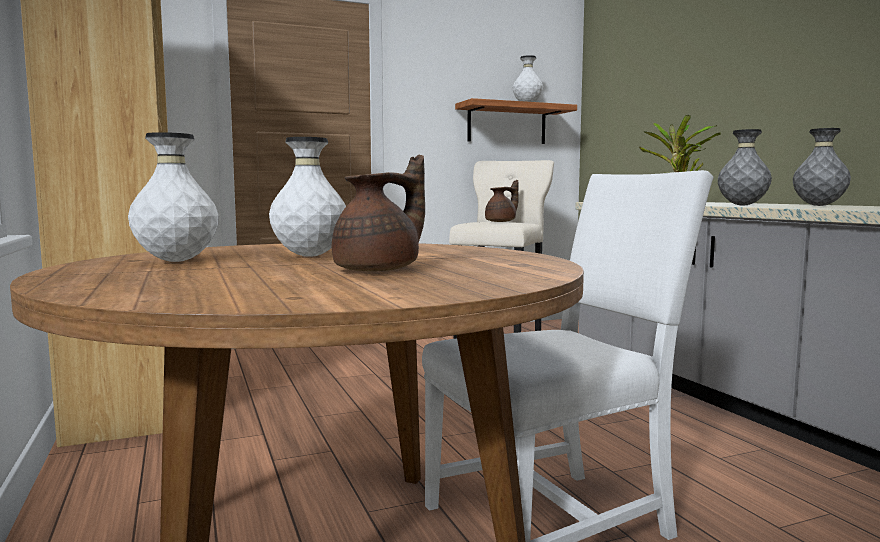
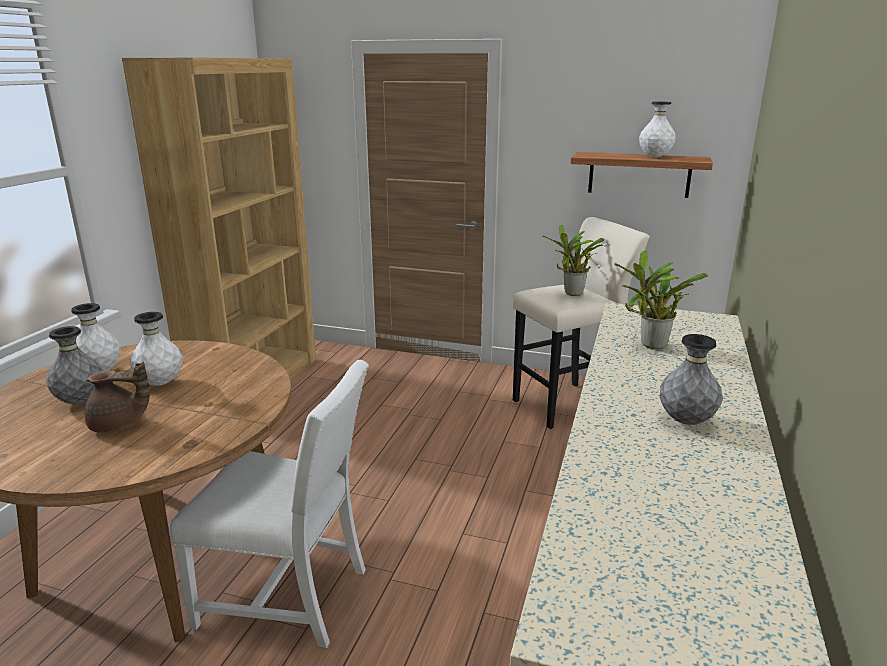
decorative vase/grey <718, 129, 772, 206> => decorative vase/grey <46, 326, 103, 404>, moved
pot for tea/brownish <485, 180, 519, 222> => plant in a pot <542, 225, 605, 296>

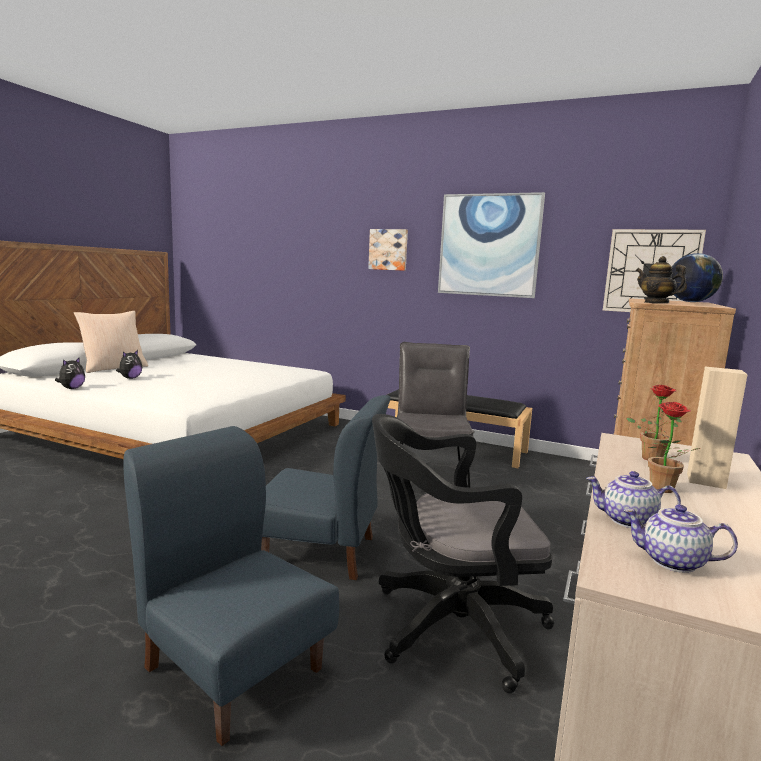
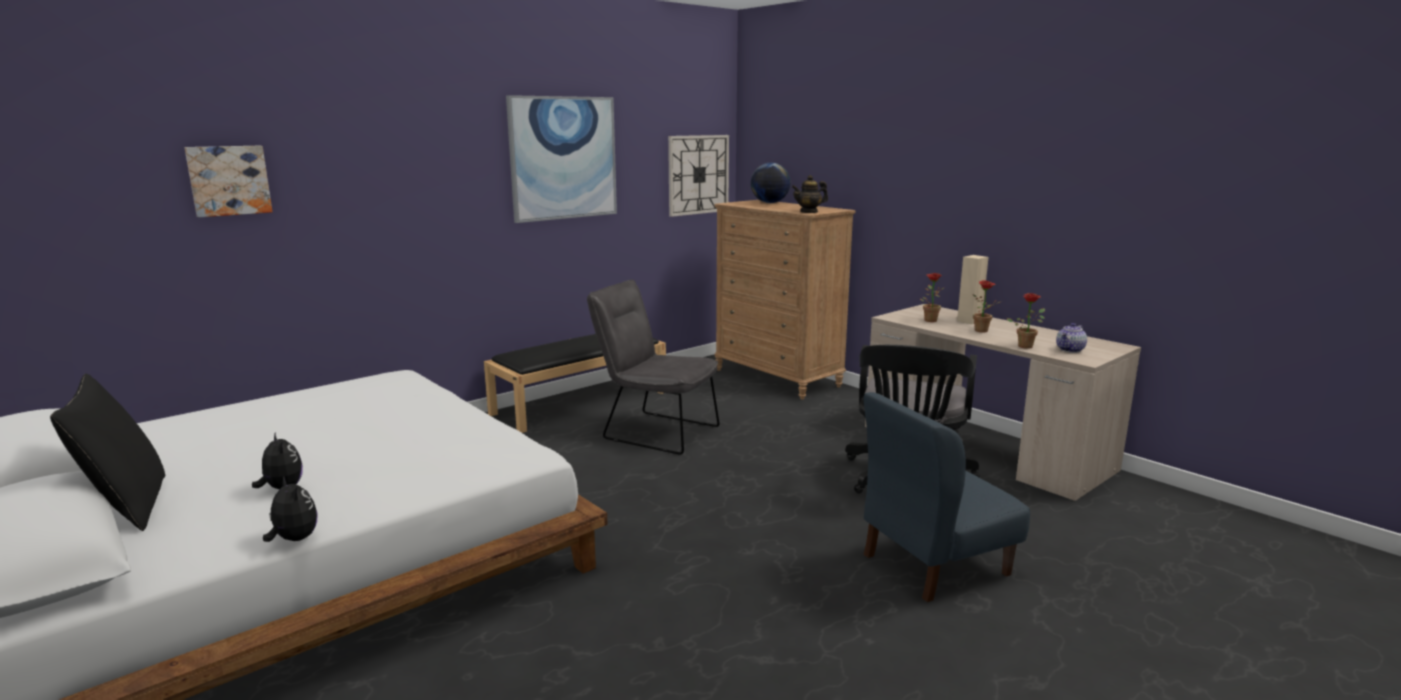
cushion/beige-coloured <74, 311, 148, 373> => cushion/blackish <50, 374, 165, 531>
wall picture <368, 229, 408, 271> => wall picture <185, 146, 273, 217>, moved
pot for tea <586, 471, 681, 528> => plant in a pot <1007, 293, 1045, 349>
plain chair/blue-coloured <261, 395, 390, 580> => nothing

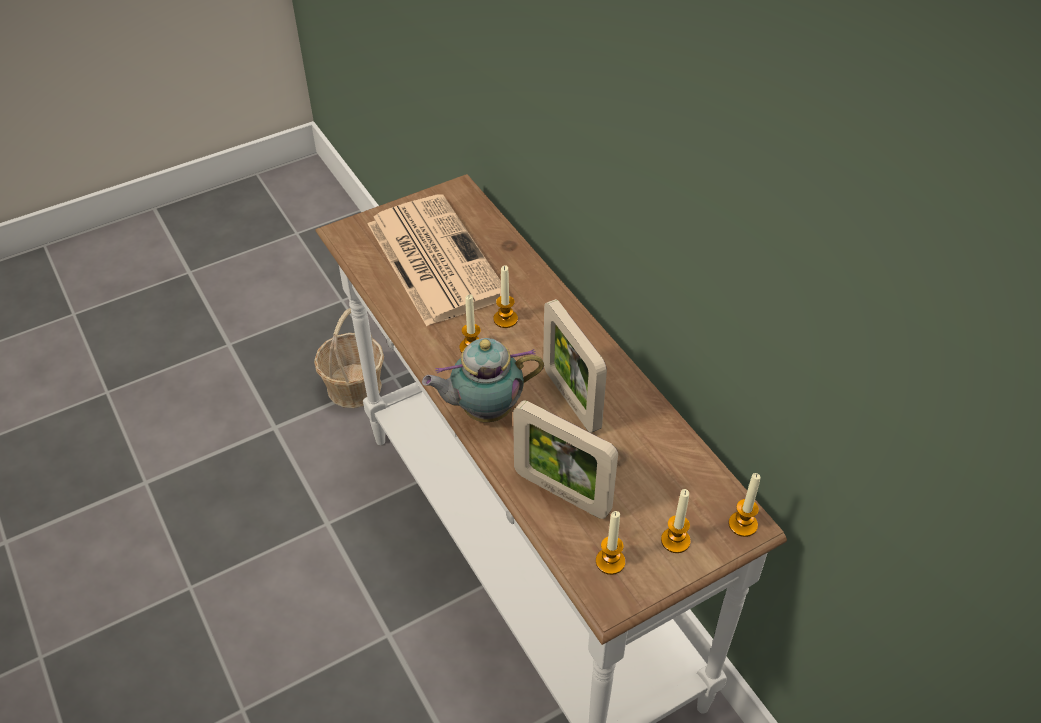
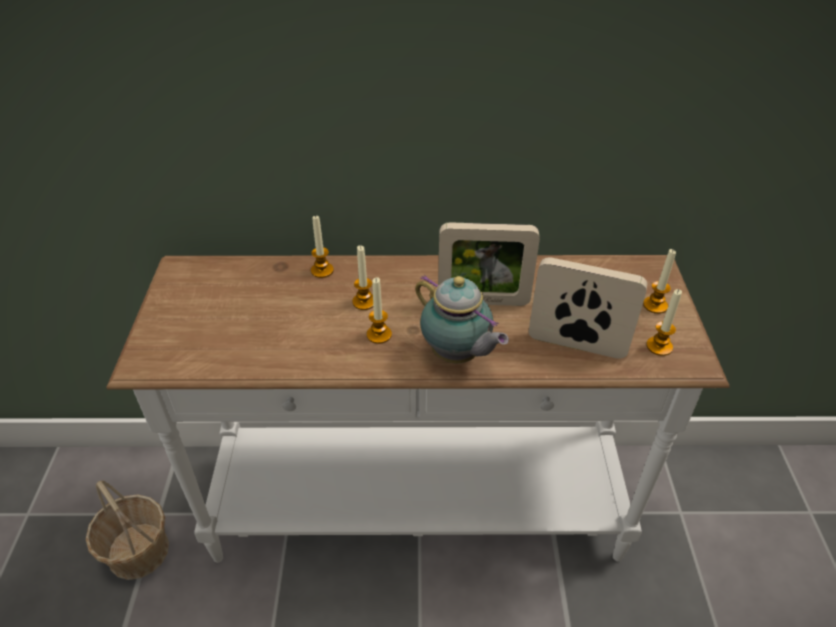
wax candle <728, 473, 761, 537> => wax candle <311, 215, 334, 278>, moved
pot for tea <422, 338, 544, 422> => pot for tea <415, 275, 509, 363>, 60 degrees counterclockwise
standing frame <513, 400, 618, 519> => standing frame <529, 257, 647, 359>, 135 degrees counterclockwise
printed paper <368, 194, 501, 326> => nothing

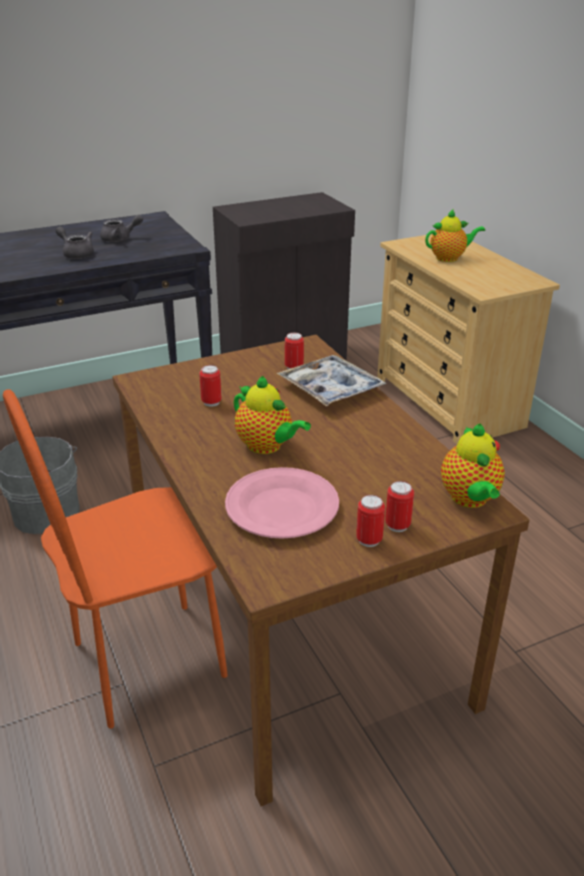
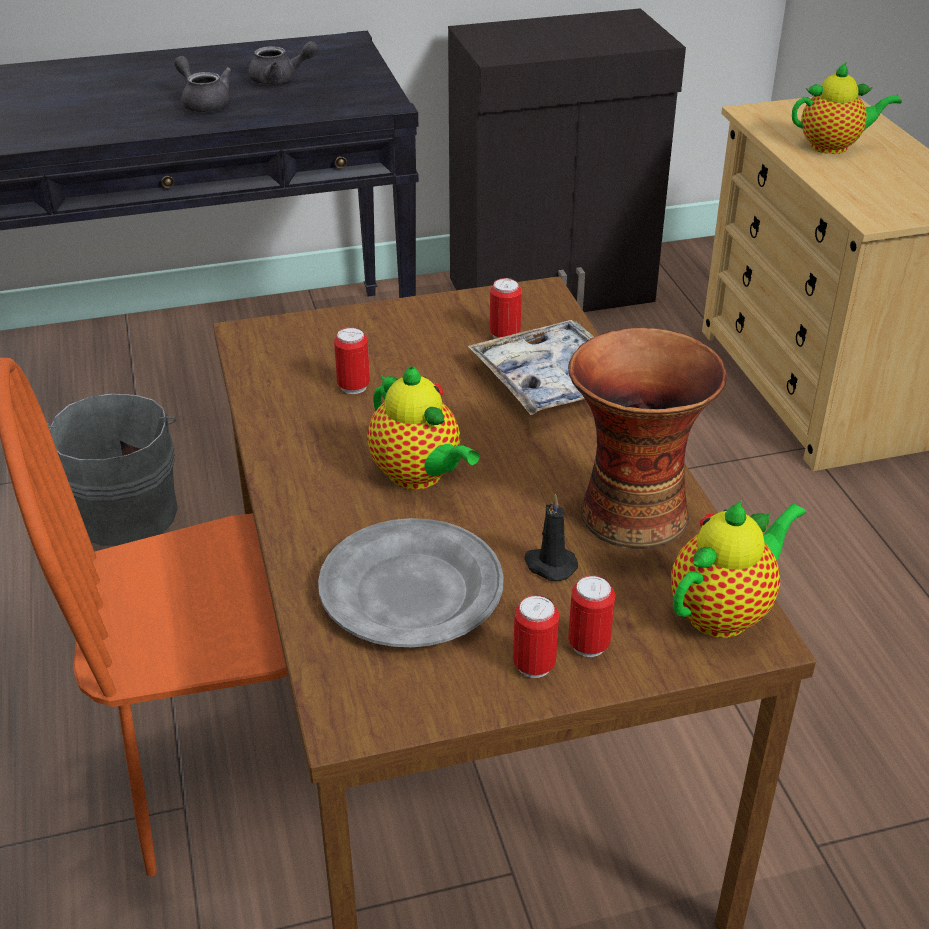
flat dish/pinkish <225, 467, 339, 539> => flat dish/grey <318, 518, 504, 647>
nothing => wax candle/blackish <524, 494, 578, 581>
nothing => decorative vase <568, 328, 727, 549>
pot for tea <441, 423, 505, 508> => pot for tea <671, 500, 806, 638>, 135 degrees counterclockwise

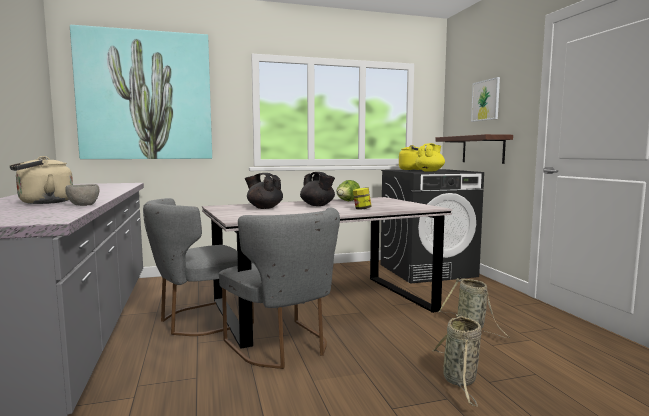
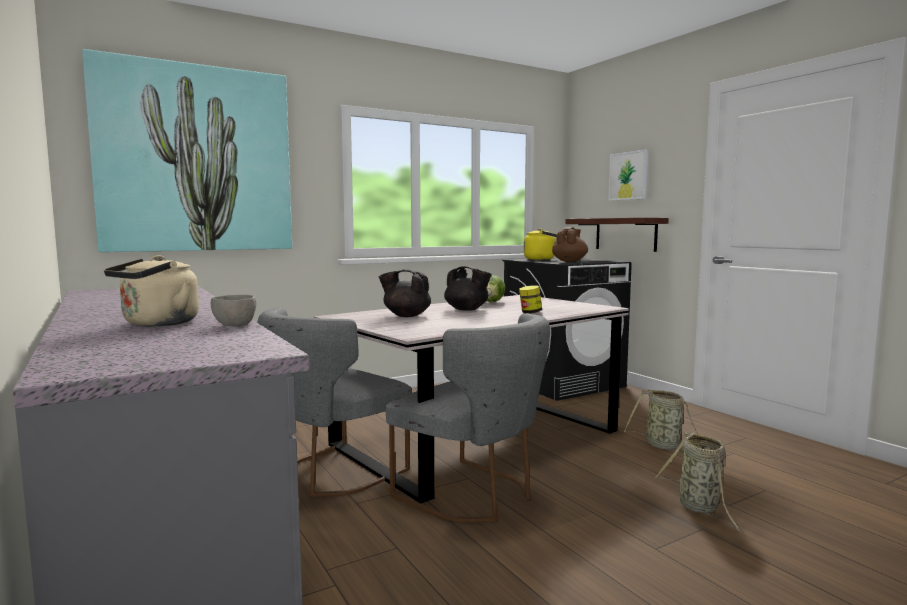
pot for tea/yellow <415, 143, 445, 172> => pot for tea/brownish <552, 227, 588, 262>

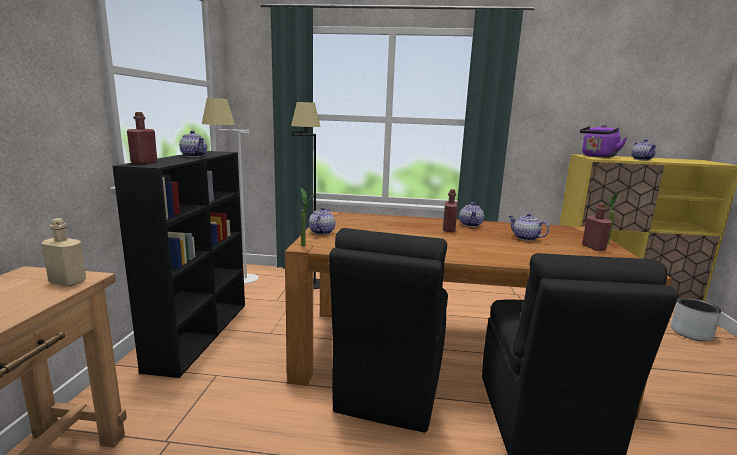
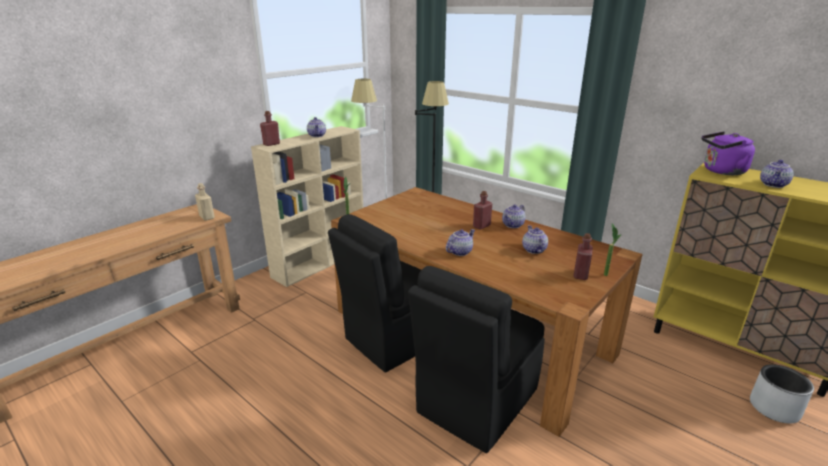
shelving unit/blackish <113, 151, 245, 378> => shelving unit/beige-coloured <251, 126, 363, 287>
pot for tea <309, 207, 335, 235> => pot for tea <446, 229, 475, 256>, moved

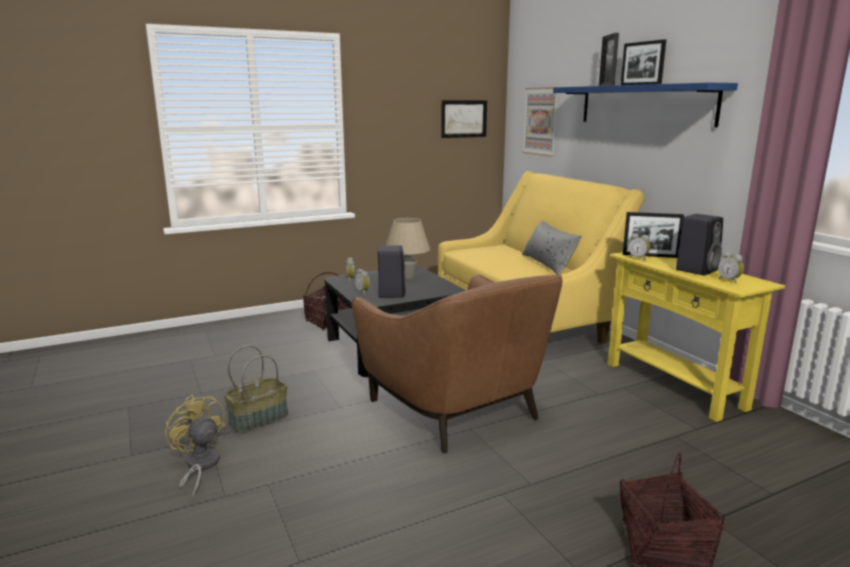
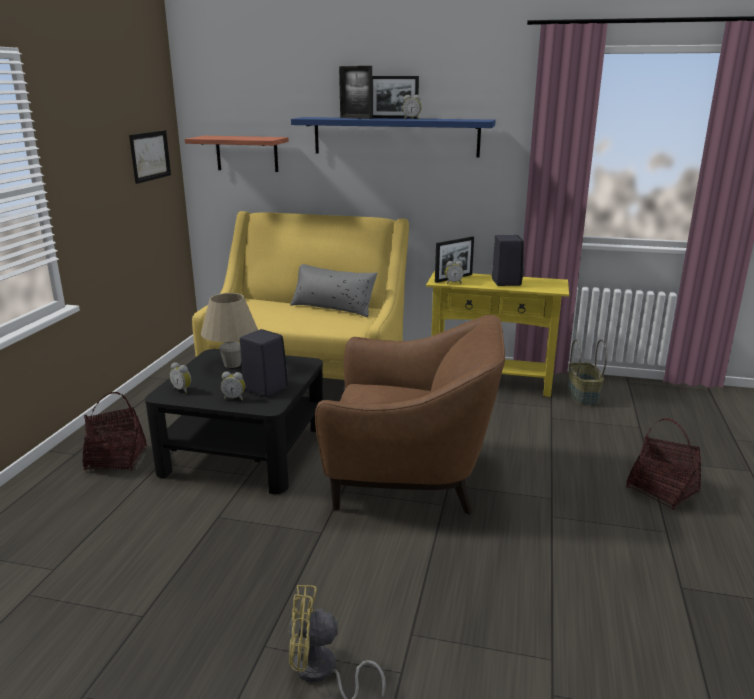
wall picture <522, 87, 557, 157> => shelf <185, 136, 289, 172>
bedside clock <718, 252, 744, 284> => bedside clock <403, 95, 422, 120>, moved
storage basket <224, 345, 288, 433> => storage basket <567, 339, 607, 405>, moved

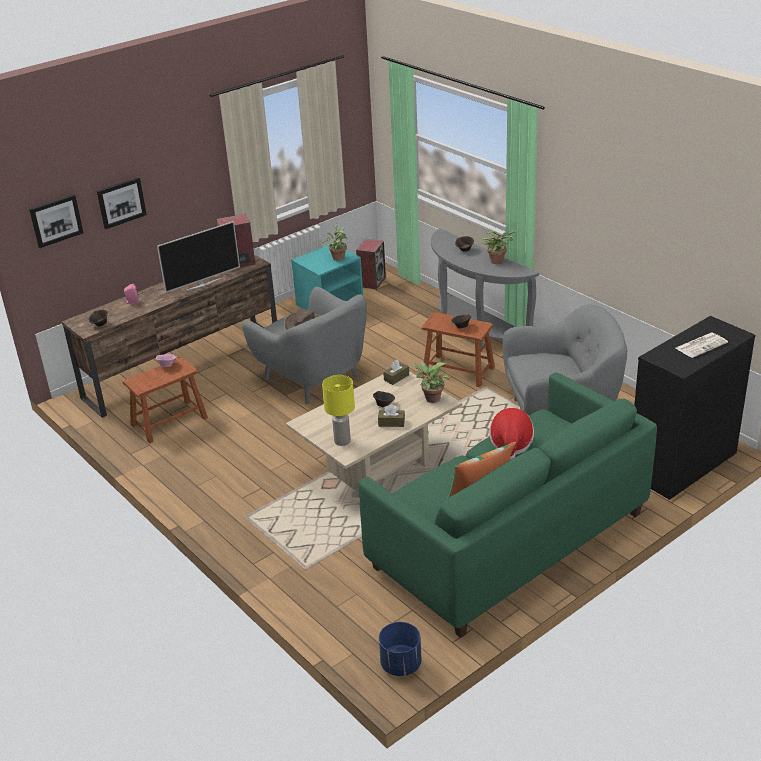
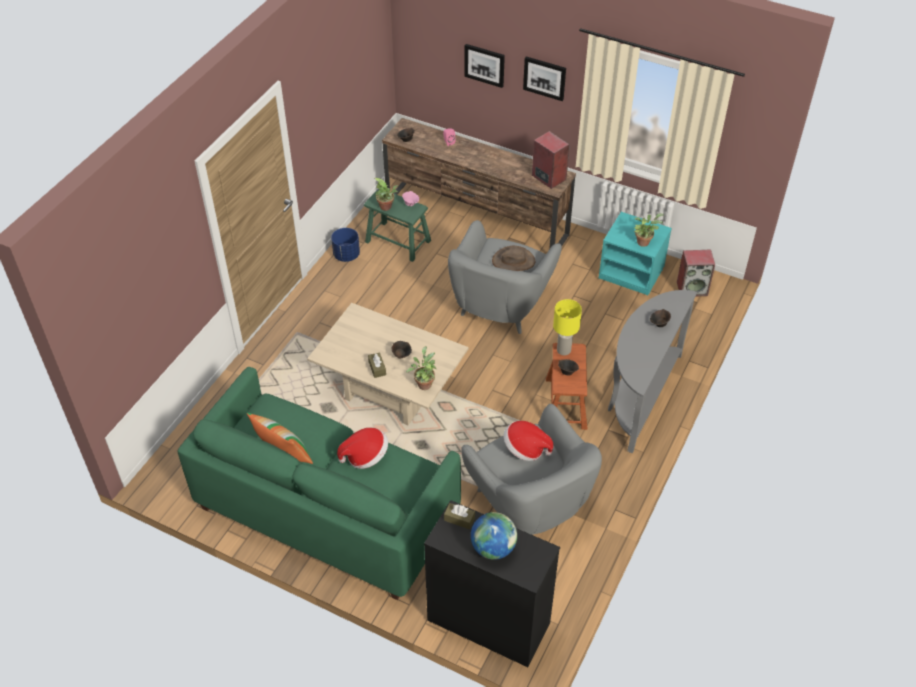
planter/blue-coloured <379, 622, 421, 676> => planter/blue-coloured <331, 228, 360, 262>, moved
stool seat/brownish <123, 358, 208, 443> => stool seat/green <364, 189, 431, 262>
plant in a pot <482, 230, 517, 264> => plant in a pot <375, 178, 398, 211>, moved
tissue box/brownish <383, 360, 409, 385> => tissue box/brownish <444, 503, 475, 529>, moved
printed paper <676, 333, 728, 358> => world globe <471, 512, 517, 560>
nothing => clothing hat <504, 421, 553, 461>
wall picture <29, 194, 84, 248> => wall picture <523, 56, 566, 101>, moved
table lamp/yellow <322, 375, 355, 446> => table lamp/yellow <553, 299, 582, 355>, moved
television <157, 221, 240, 293> => nothing

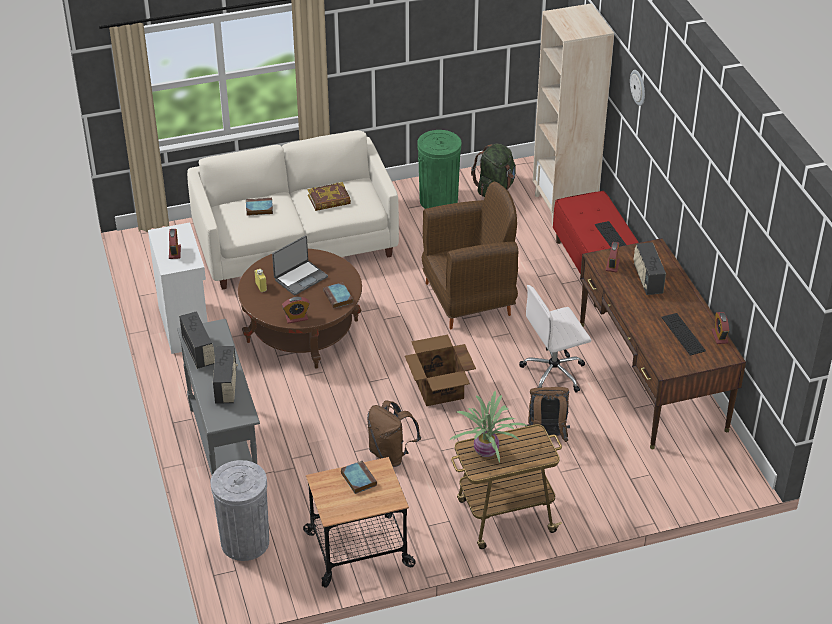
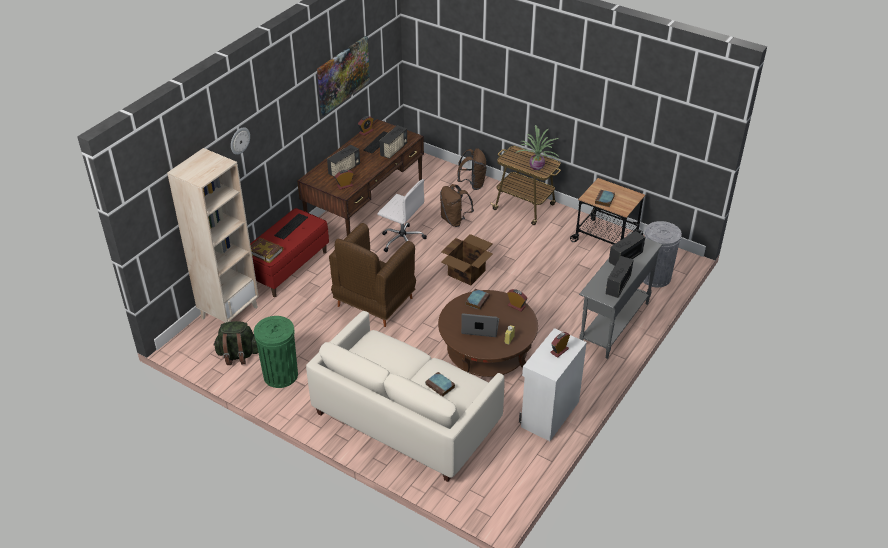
book <308, 182, 351, 211> => book <251, 238, 284, 263>, moved
nothing => wall picture <317, 36, 370, 116>
easy chair/brownish <422, 181, 519, 329> => easy chair/brownish <329, 223, 416, 327>, 90 degrees counterclockwise
nothing => radio <380, 125, 407, 159>
backpack/brownish <367, 400, 421, 467> => backpack/brownish <457, 148, 487, 190>, moved

